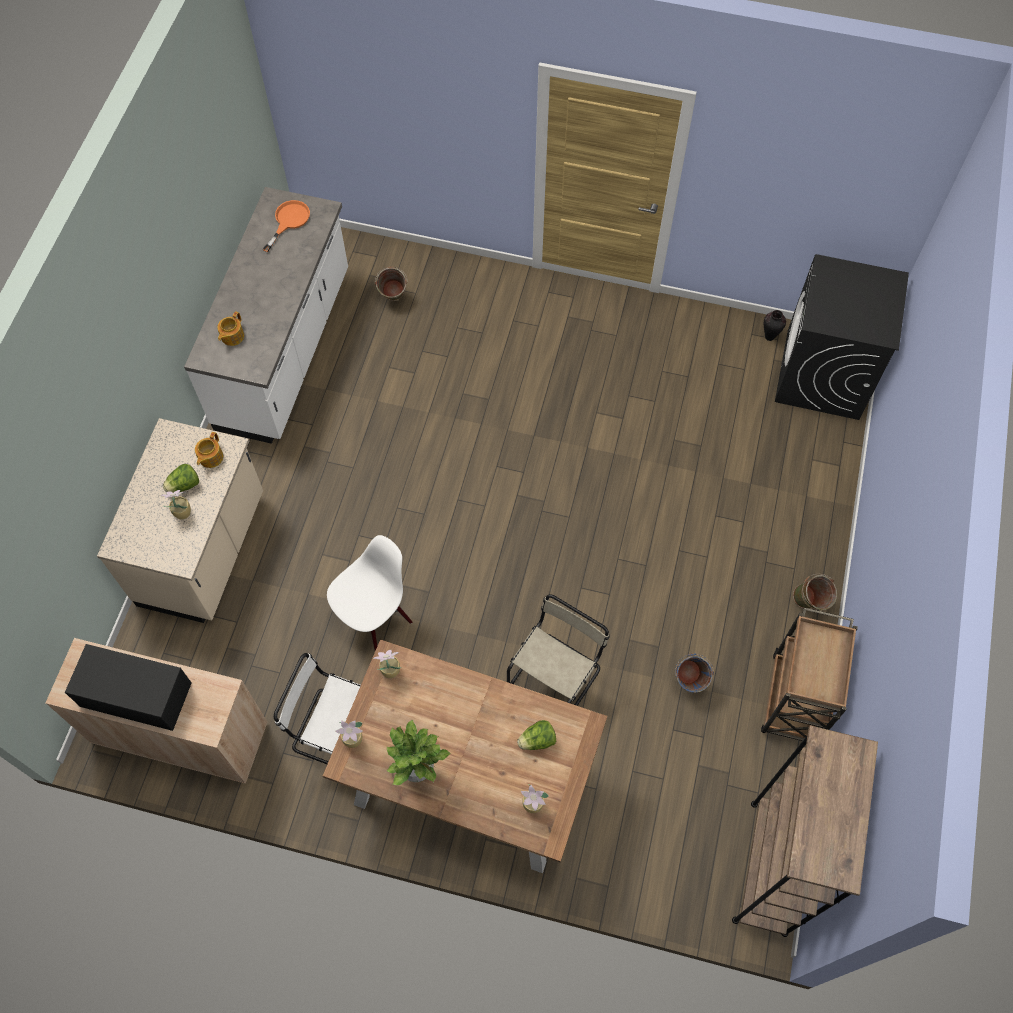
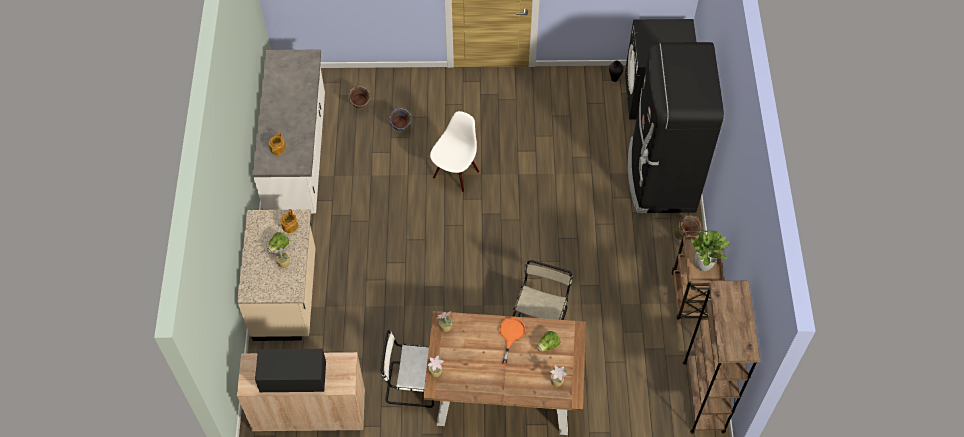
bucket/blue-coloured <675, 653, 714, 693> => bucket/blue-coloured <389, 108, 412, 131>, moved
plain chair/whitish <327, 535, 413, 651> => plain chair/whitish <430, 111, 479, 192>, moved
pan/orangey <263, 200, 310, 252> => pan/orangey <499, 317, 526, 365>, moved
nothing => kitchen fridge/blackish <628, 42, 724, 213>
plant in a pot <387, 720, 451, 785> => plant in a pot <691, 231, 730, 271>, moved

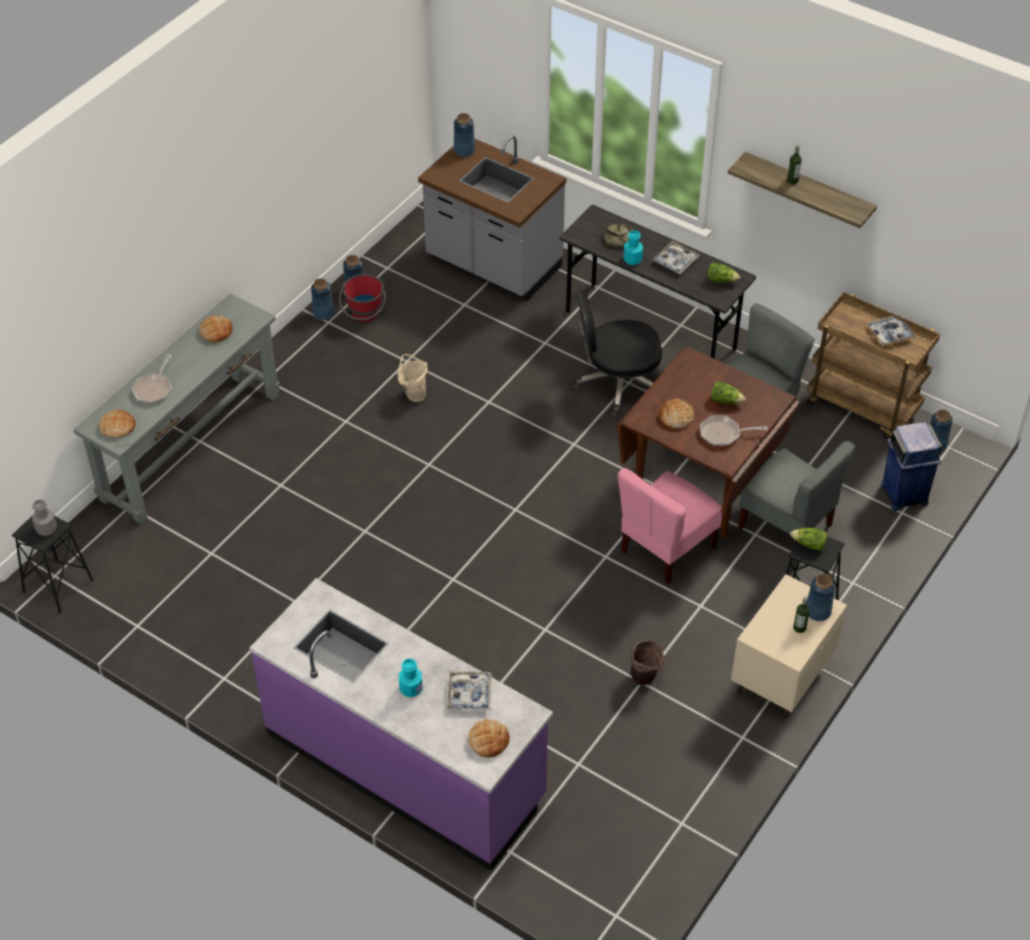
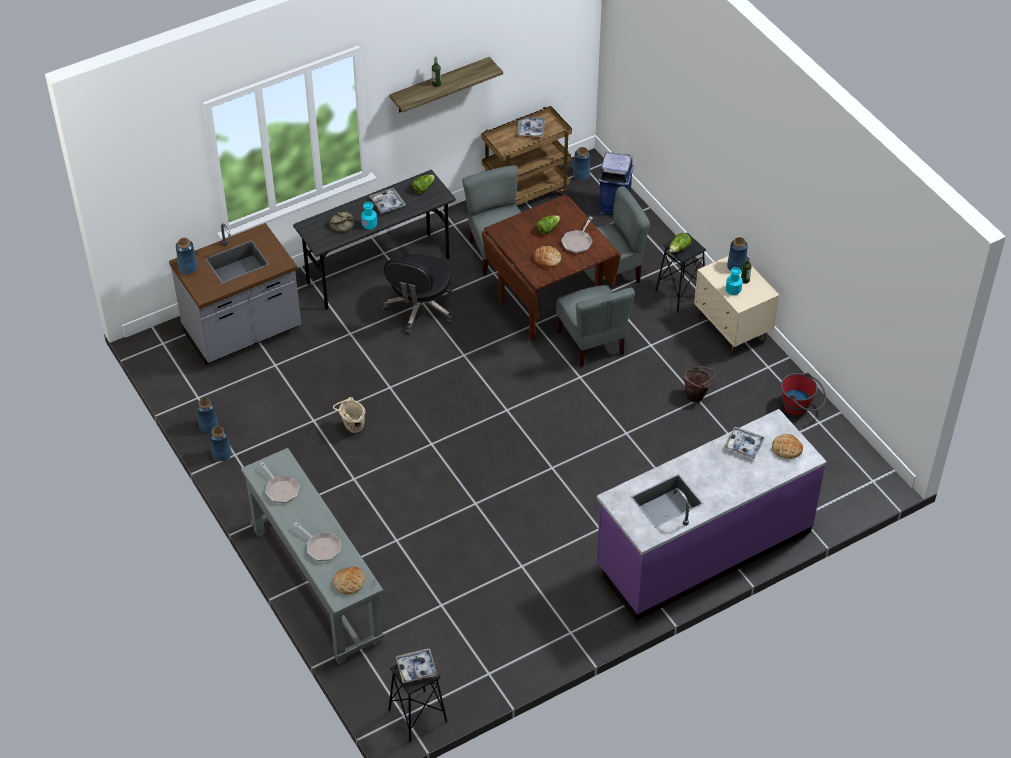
baked bread <199, 315, 233, 342> => pan <259, 462, 300, 503>
drink bottle/grey <32, 499, 57, 536> => carrying tray <396, 648, 438, 683>
plain chair/pinkish <618, 468, 722, 584> => plain chair/grey <556, 285, 635, 367>
drink bottle/blue-green <399, 658, 423, 697> => drink bottle/blue-green <726, 267, 742, 295>, moved
bucket/red-coloured <339, 274, 386, 322> => bucket/red-coloured <781, 372, 826, 415>, moved

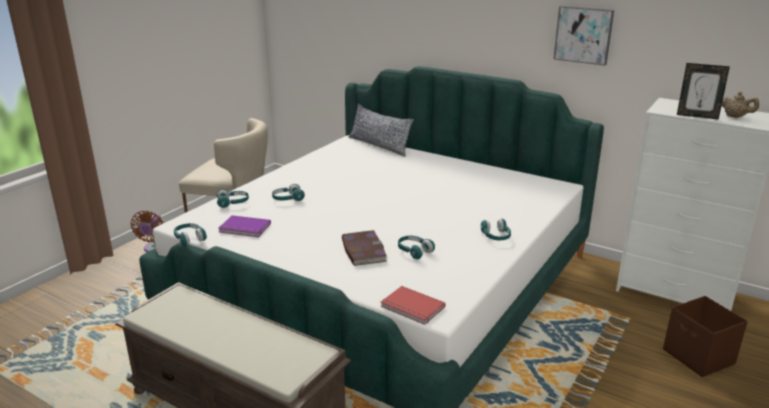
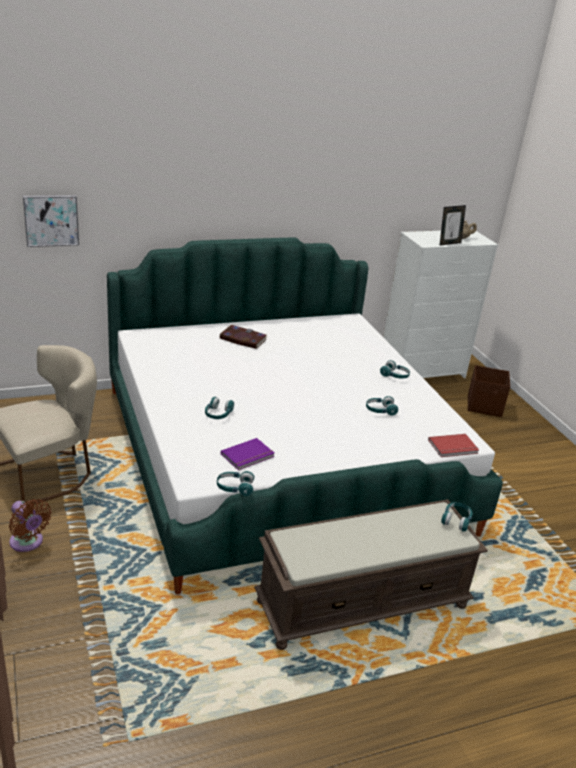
wall picture <554, 6, 614, 66> => wall picture <23, 195, 79, 247>, moved
book <342, 230, 388, 266> => book <220, 325, 267, 349>, moved
headset/blue-green <217, 189, 249, 208> => headset/blue-green <441, 502, 473, 531>, moved
cushion <348, 104, 414, 157> => nothing

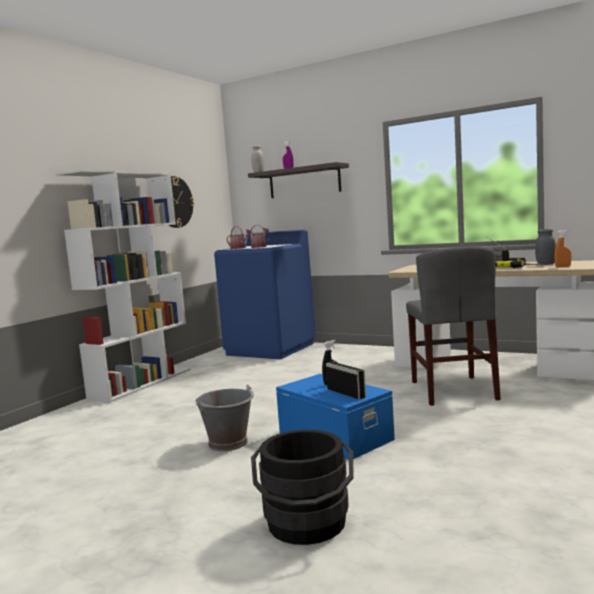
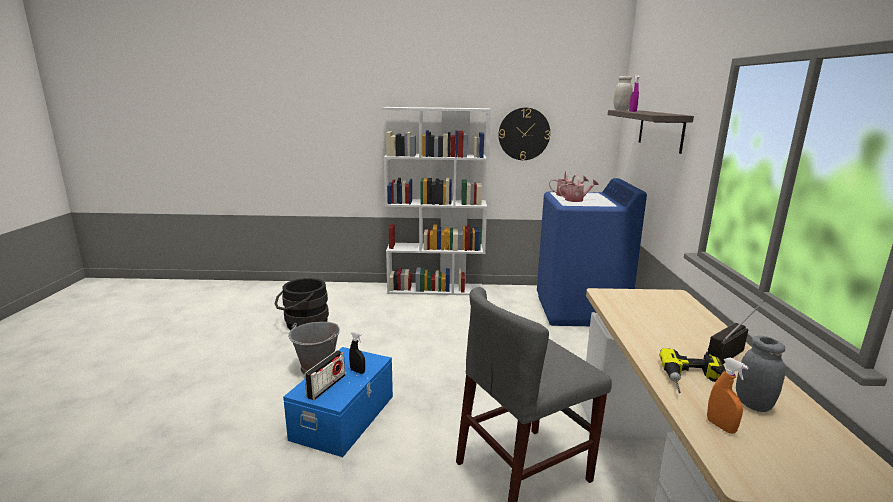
bucket/blackish <251, 430, 353, 545> => bucket/blackish <274, 278, 329, 330>, moved

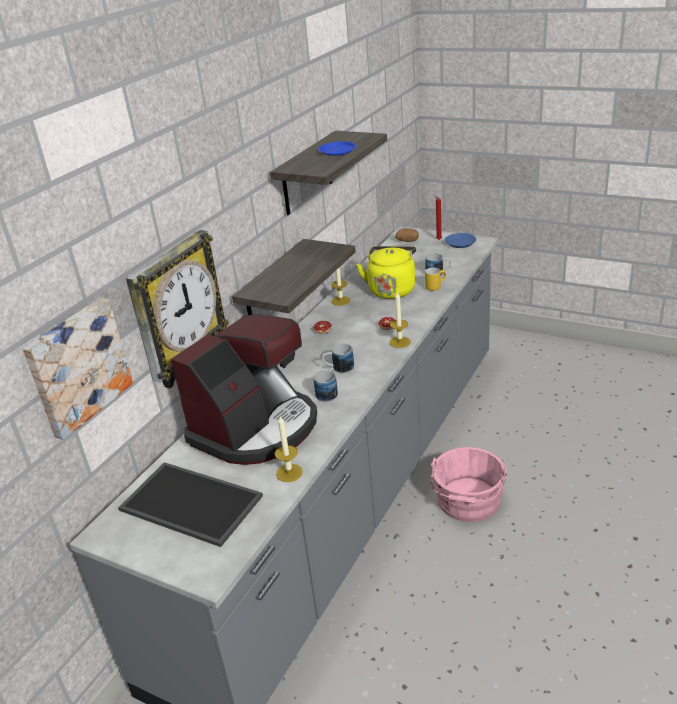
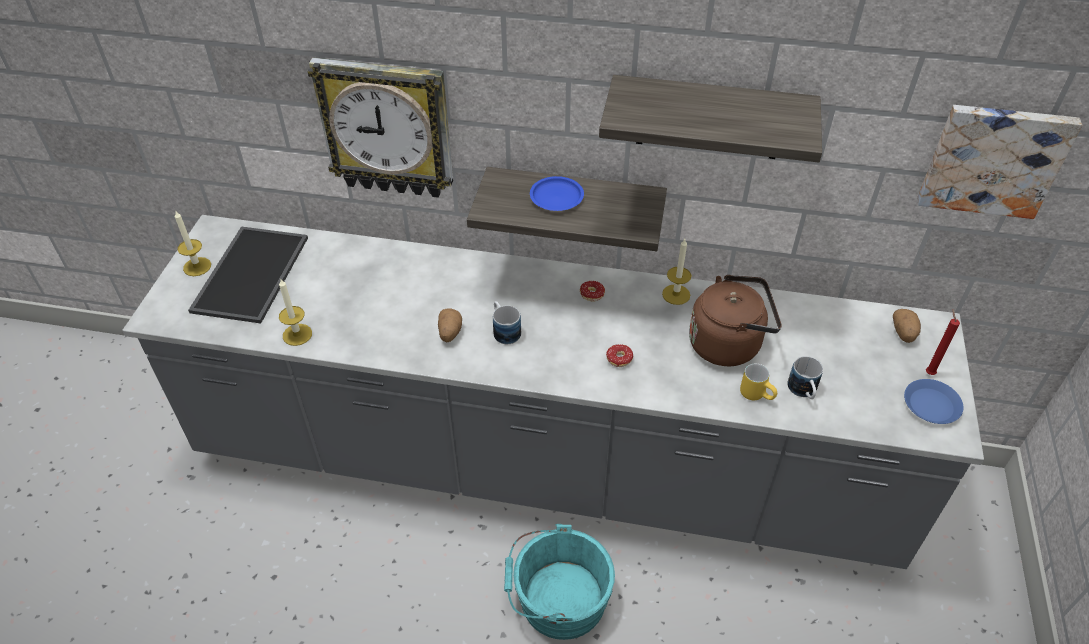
wax candle <389, 292, 411, 348> => wax candle <175, 210, 211, 276>, moved
coffee mug <314, 368, 338, 402> => spud <438, 308, 462, 342>
bucket/pinkish <431, 447, 507, 522> => bucket/blue-green <504, 524, 615, 640>
flat dish/blue-coloured <318, 141, 357, 156> => flat dish/blue-coloured <530, 176, 584, 211>, moved
tea kettle/yellow <356, 246, 416, 299> => tea kettle/brownish <689, 275, 782, 366>
wall picture <23, 297, 133, 440> => wall picture <917, 105, 1082, 219>, moved
coffee brewer <170, 314, 317, 465> => nothing

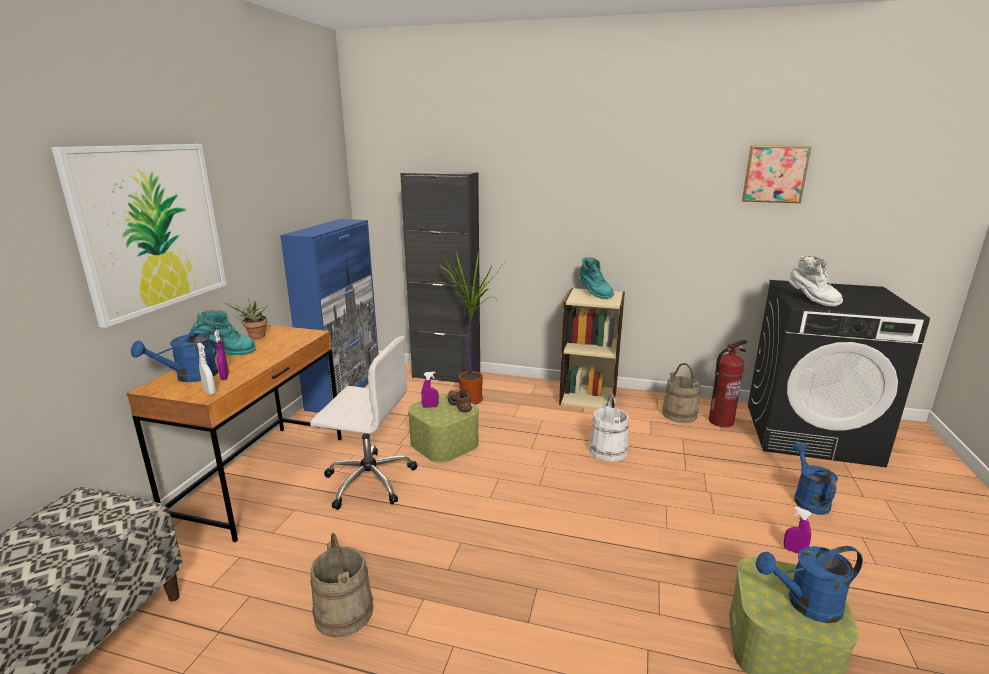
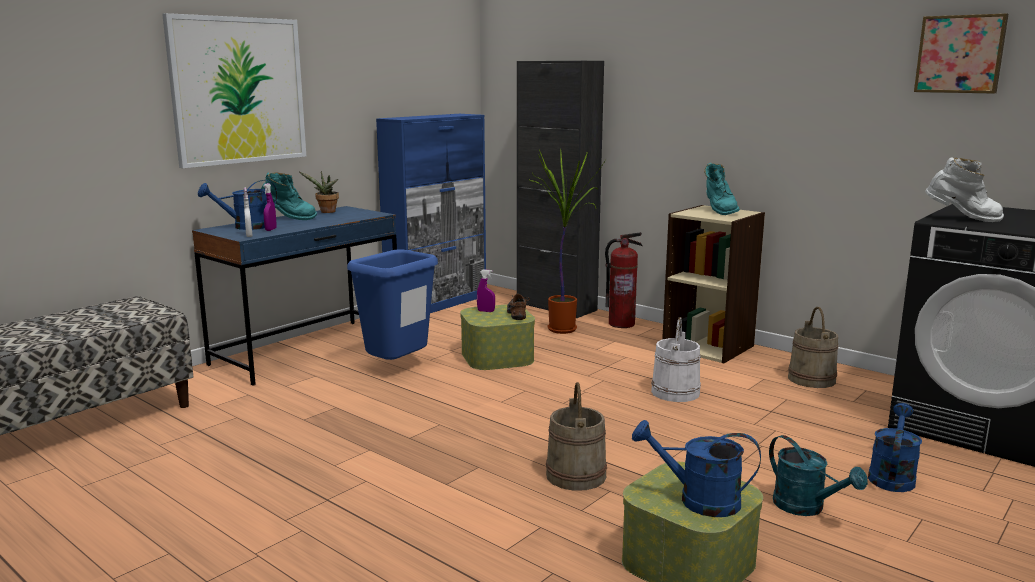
desk table/brownish <126, 325, 342, 542> => desk table/blue-coloured <192, 206, 397, 386>
computer chair/whitish <310, 336, 417, 510> => waste bin/blue-coloured <347, 249, 438, 360>
bucket/beige-coloured <310, 533, 373, 637> => bucket/beige-coloured <546, 382, 607, 491>, moved
fire extinguisher <709, 339, 747, 427> => fire extinguisher <605, 232, 643, 328>, moved
spray bottle/purple-coloured <784, 507, 812, 554> => sprinkling can/blue-green <769, 435, 868, 516>
tall boot/whitish <788, 255, 843, 306> => tall boot/whitish <925, 157, 1004, 222>, 60 degrees counterclockwise

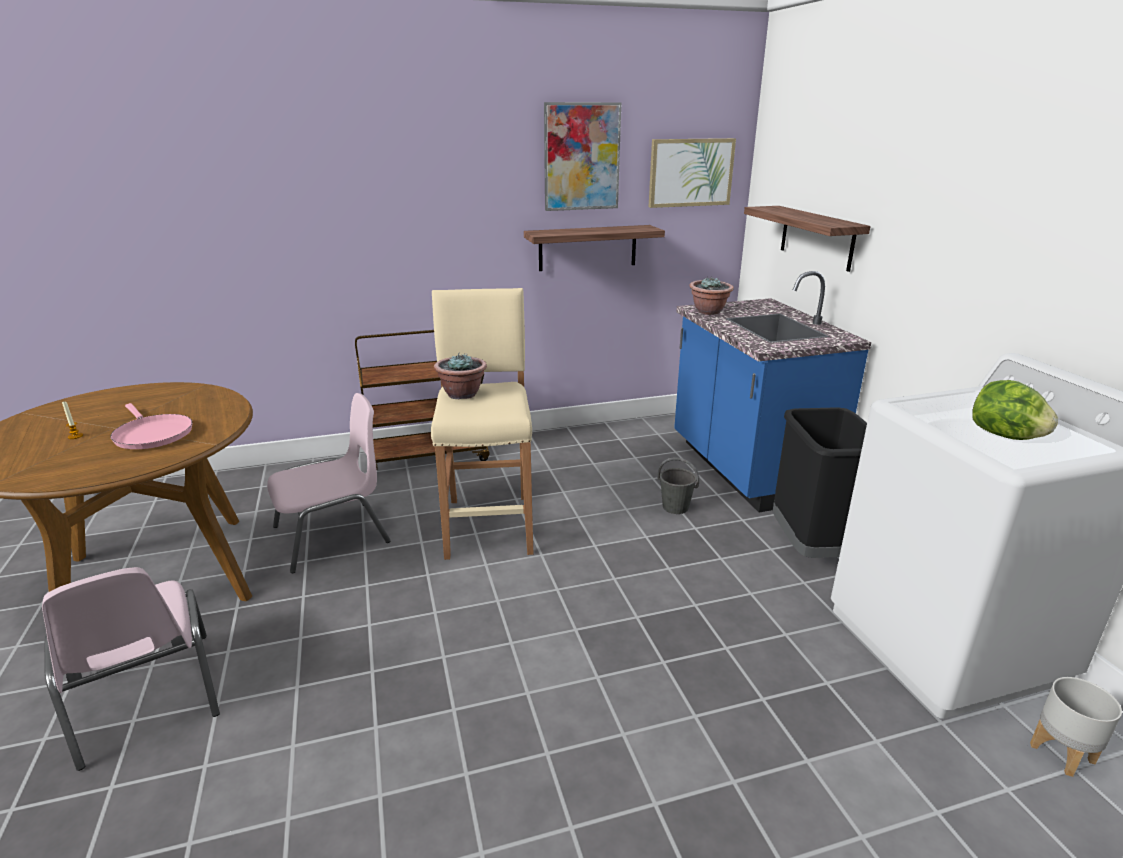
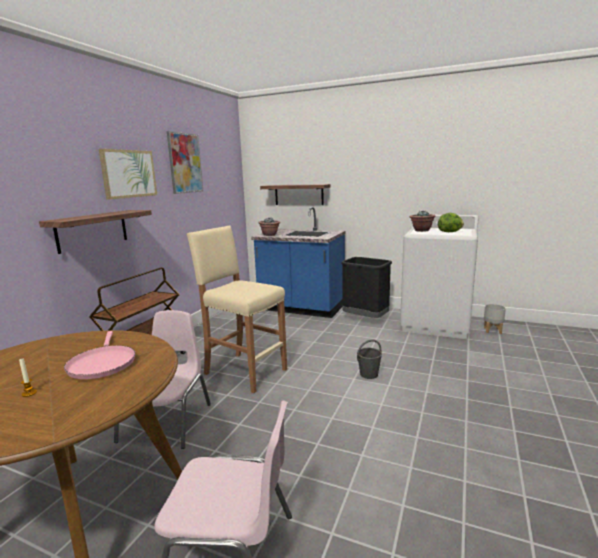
shelf <524, 225, 665, 271> => shelf <39, 210, 152, 254>, moved
pan/pinkish <110, 403, 193, 449> => pan/pinkish <64, 331, 135, 379>, 75 degrees clockwise
wall picture <649, 138, 736, 208> => wall picture <99, 149, 157, 200>, moved
bucket/grey <657, 457, 699, 514> => bucket/grey <357, 339, 382, 379>, moved
plant in a pot <434, 353, 487, 399> => plant in a pot <410, 211, 436, 232>, moved

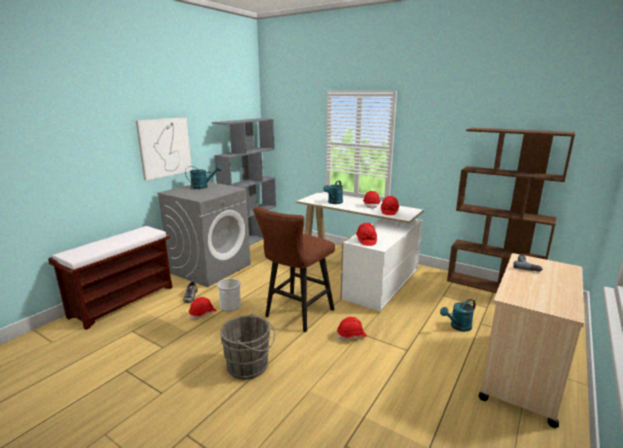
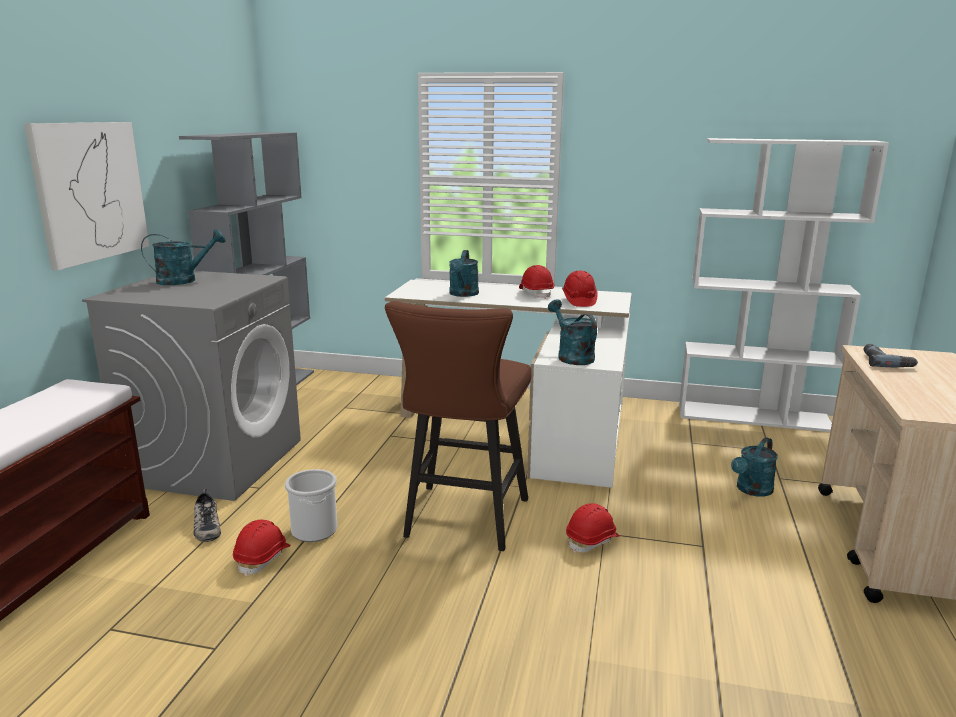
safety helmet/red-coloured <356, 223, 377, 246> => sprinkling can/blue-green <548, 299, 597, 365>
shelving unit/brownish <447, 128, 575, 293> => shelving unit/whitish <679, 138, 889, 432>
bucket/grey <220, 313, 275, 380> => nothing

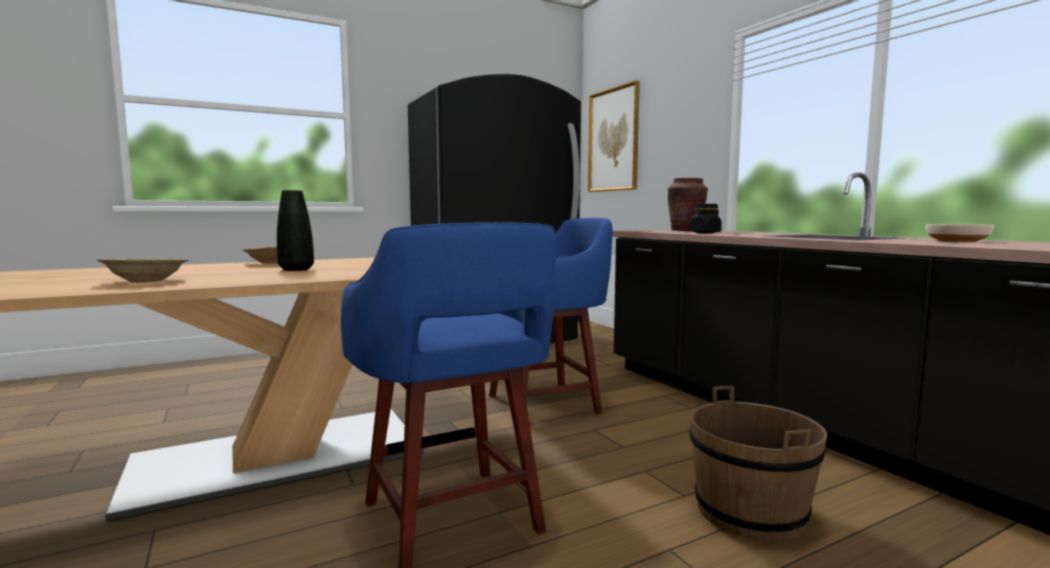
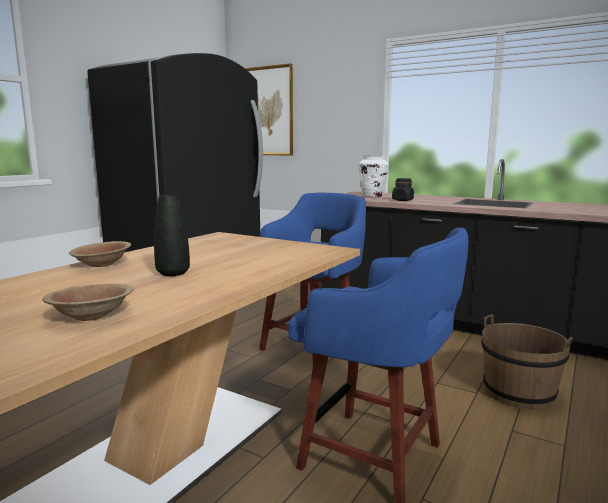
decorative vase/brownish <668, 178, 708, 231> => decorative vase/whitish <359, 156, 389, 197>
bowl <926, 224, 994, 242> => nothing

